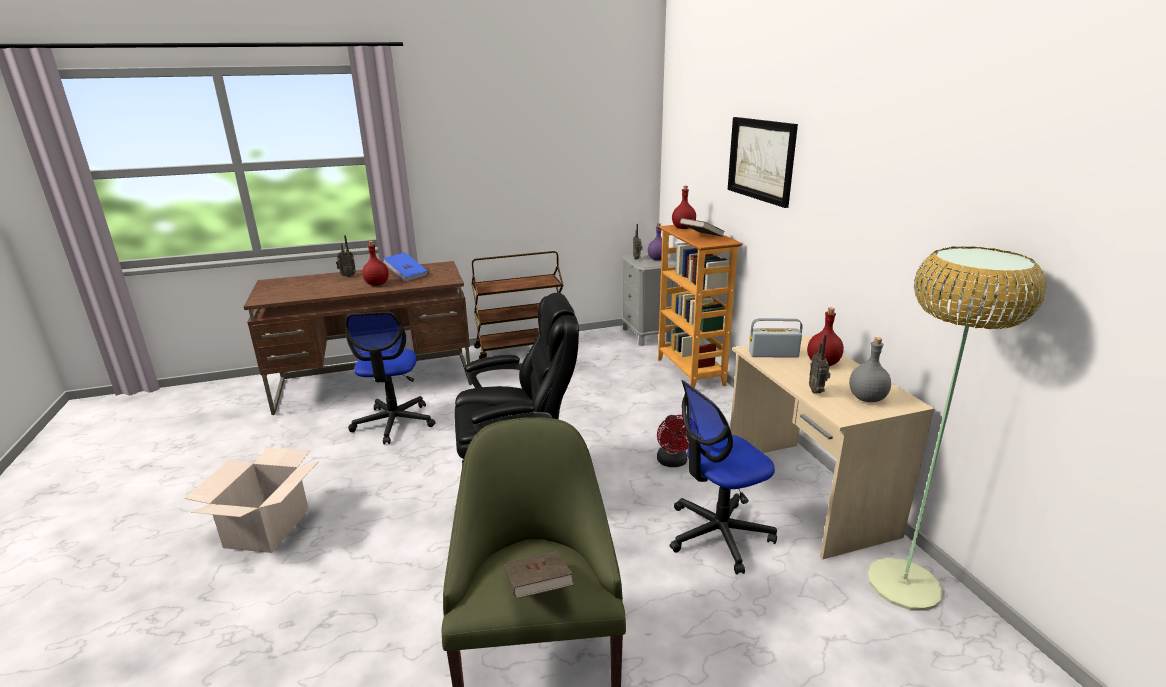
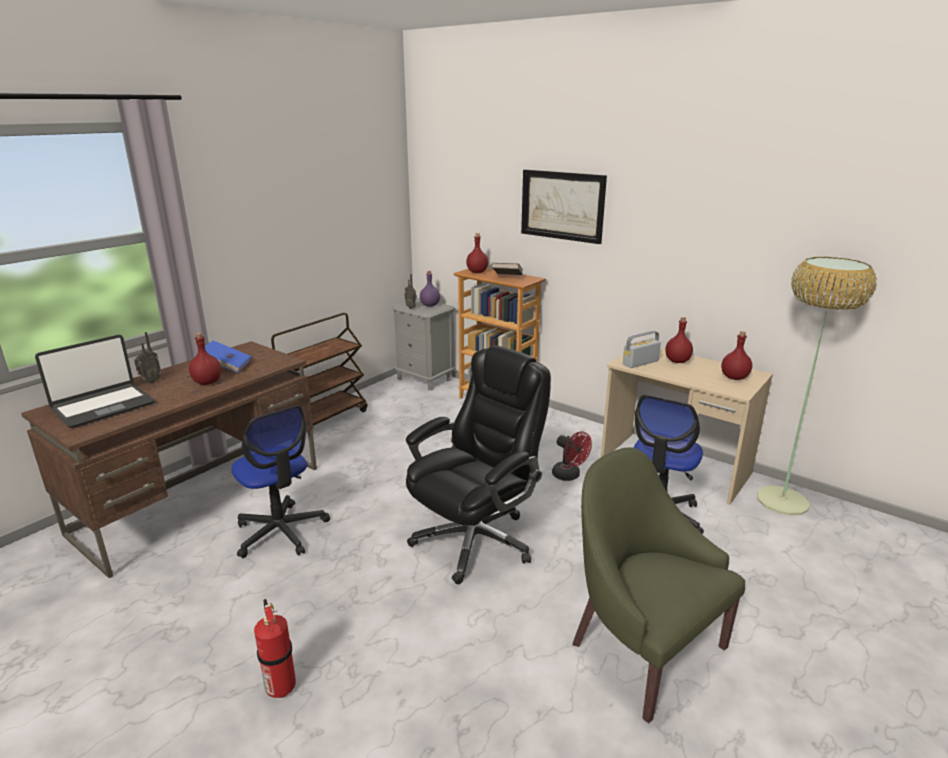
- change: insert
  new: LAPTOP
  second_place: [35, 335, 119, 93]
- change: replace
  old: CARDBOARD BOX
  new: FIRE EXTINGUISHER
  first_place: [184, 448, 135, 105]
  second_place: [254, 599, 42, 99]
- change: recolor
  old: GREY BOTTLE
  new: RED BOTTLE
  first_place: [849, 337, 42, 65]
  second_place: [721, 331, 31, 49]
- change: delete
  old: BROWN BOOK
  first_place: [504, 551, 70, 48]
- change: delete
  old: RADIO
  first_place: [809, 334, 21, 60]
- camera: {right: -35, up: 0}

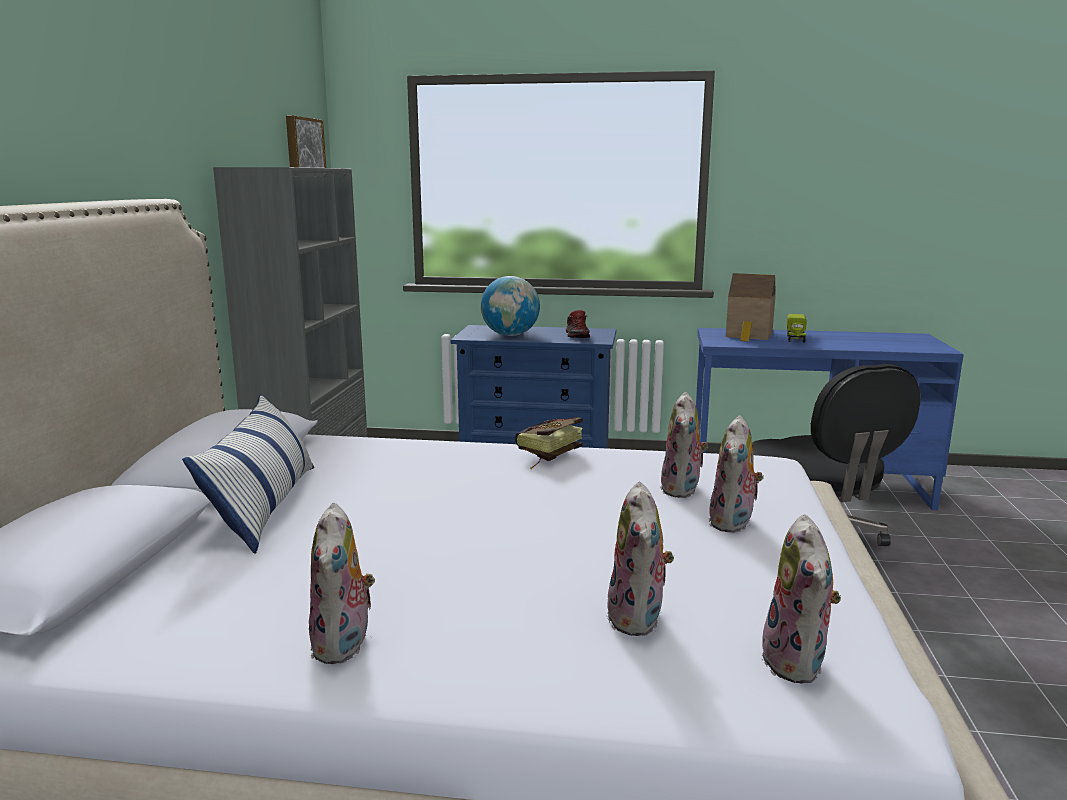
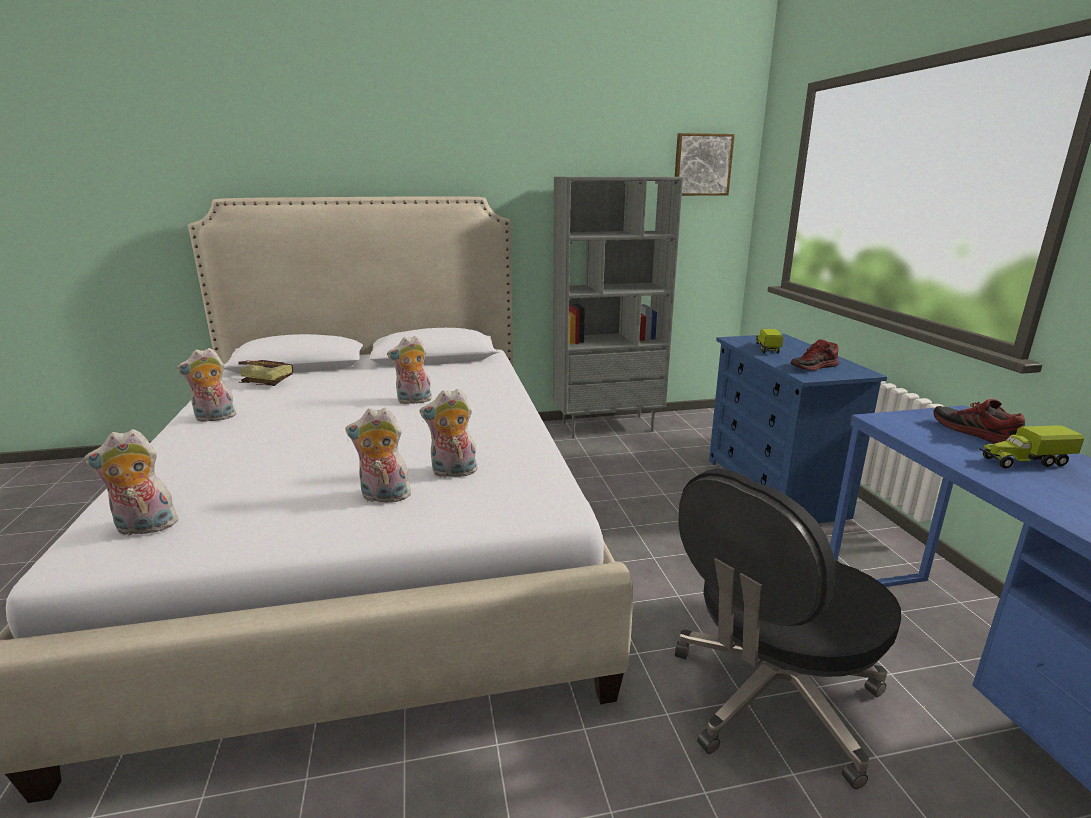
- change: move
  old: BOOK
  first_place: [515, 417, 68, 52]
  second_place: [238, 360, 55, 26]
- change: move
  old: PLUSH TOY
  first_place: [606, 482, 68, 154]
  second_place: [387, 335, 45, 69]
- change: replace
  old: GLOBE
  new: TOY TRUCK
  first_place: [481, 276, 59, 60]
  second_place: [756, 329, 27, 25]
- change: replace
  old: TOY HOUSE
  new: SHOE
  first_place: [726, 273, 50, 69]
  second_place: [933, 399, 92, 45]
- change: delete
  old: PILLOW
  first_place: [182, 394, 132, 160]
- camera: {right: 70, up: 5}

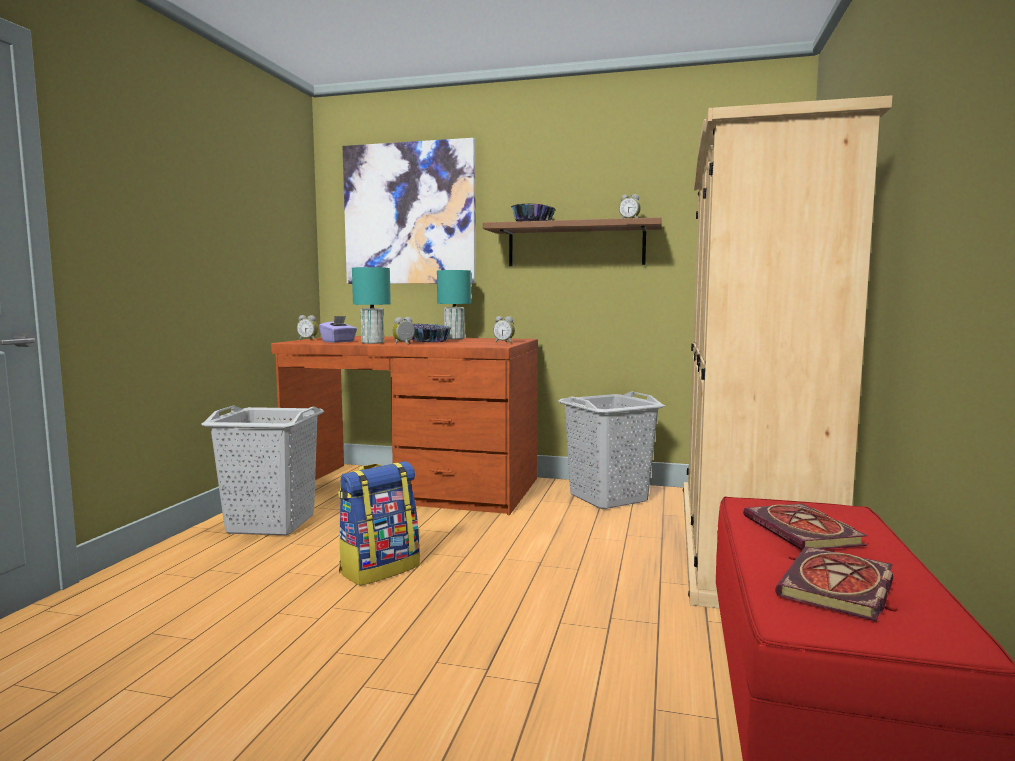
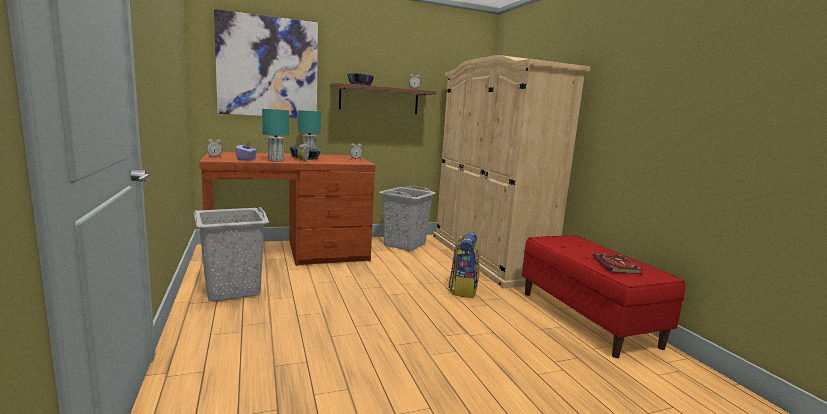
- change: move
  old: BACKPACK
  first_place: [338, 461, 82, 125]
  second_place: [448, 231, 32, 67]
- change: delete
  old: BOOK
  first_place: [743, 504, 124, 46]
- camera: {right: -35, up: 5}

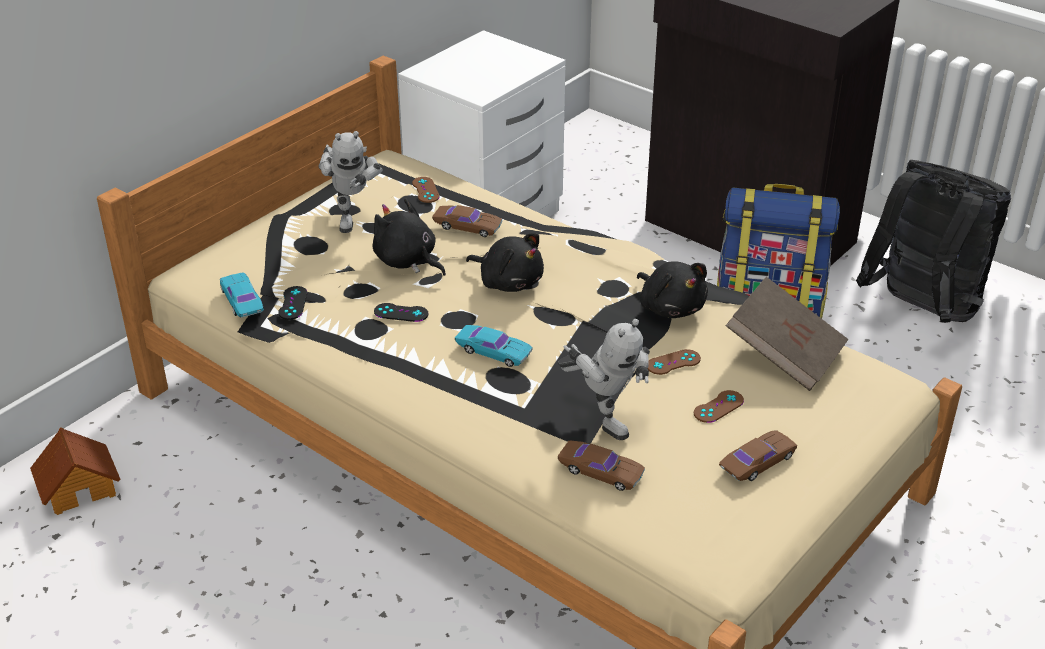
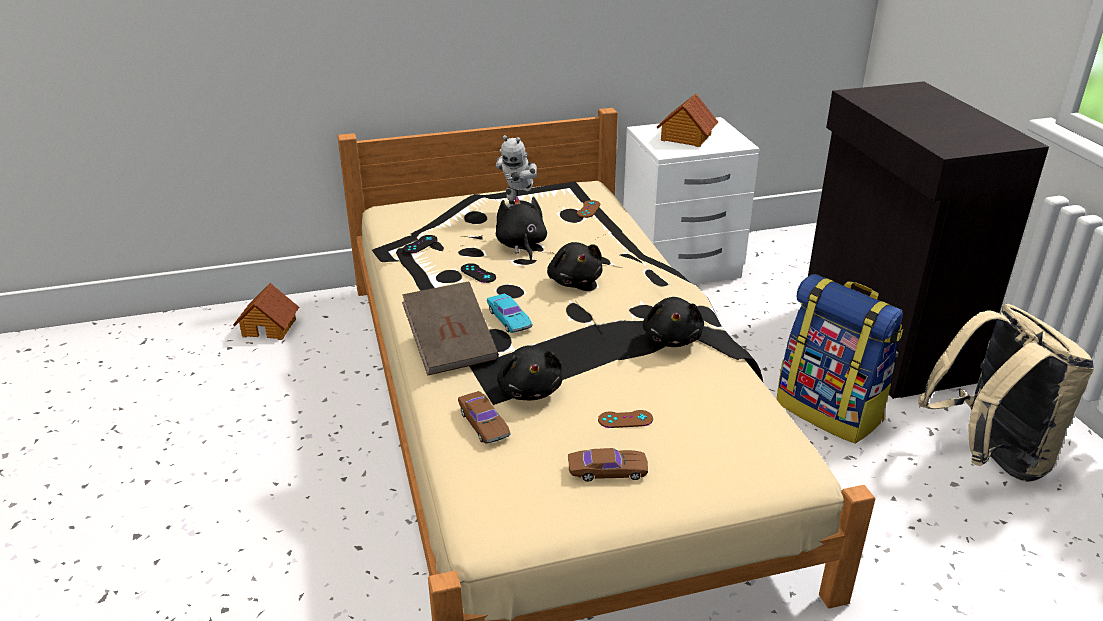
- change: move
  old: BROWN BOOK
  first_place: [725, 277, 123, 114]
  second_place: [402, 281, 97, 94]
- change: replace
  old: TOY ROBOT
  new: BLACK PLUSH TOY
  first_place: [558, 319, 92, 121]
  second_place: [497, 345, 65, 55]
- change: insert
  new: TOY HOUSE
  second_place: [657, 93, 61, 54]
- change: recolor
  old: BLACK BACKPACK
  new: BEIGE BACKPACK
  first_place: [856, 160, 155, 163]
  second_place: [919, 304, 175, 178]
- change: delete
  old: TURQUOISE TOY CAR
  first_place: [220, 272, 44, 46]
- change: delete
  old: BROWN TOY CAR
  first_place: [432, 205, 70, 32]
- change: delete
  old: BROWN GAME CONTROLLER
  first_place: [647, 349, 54, 26]
- camera: {right: 35, up: -5}

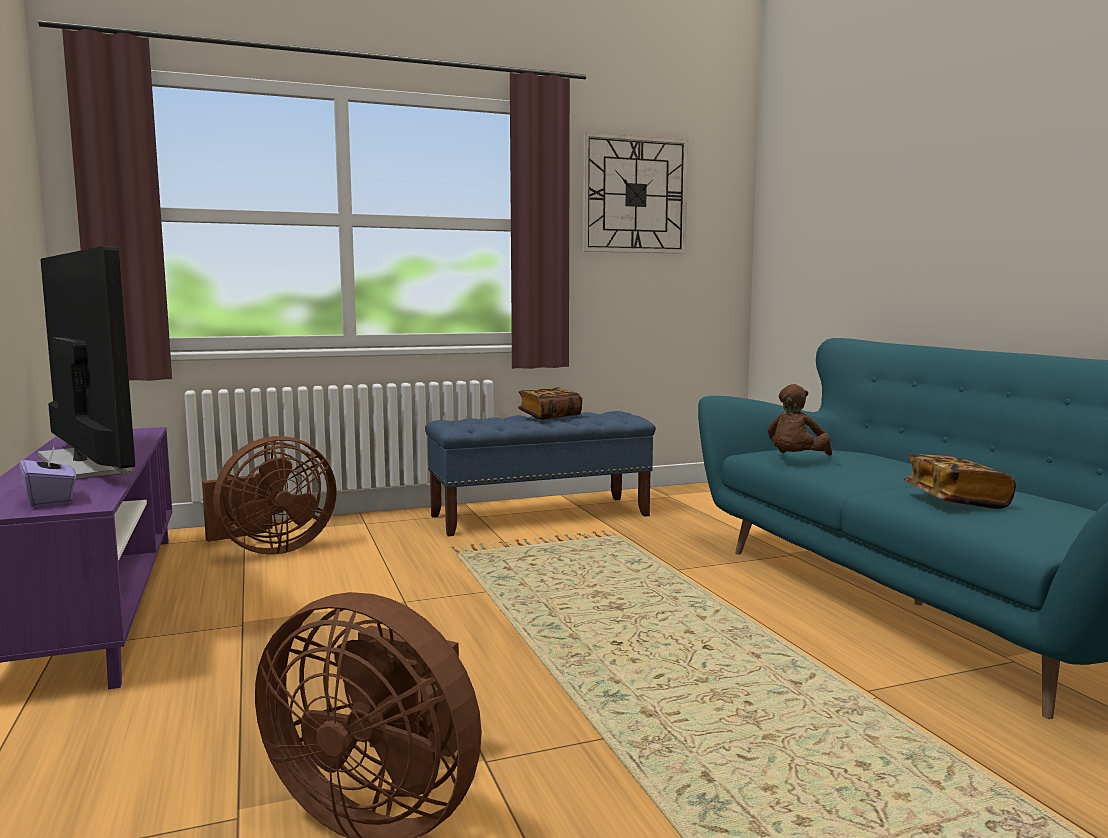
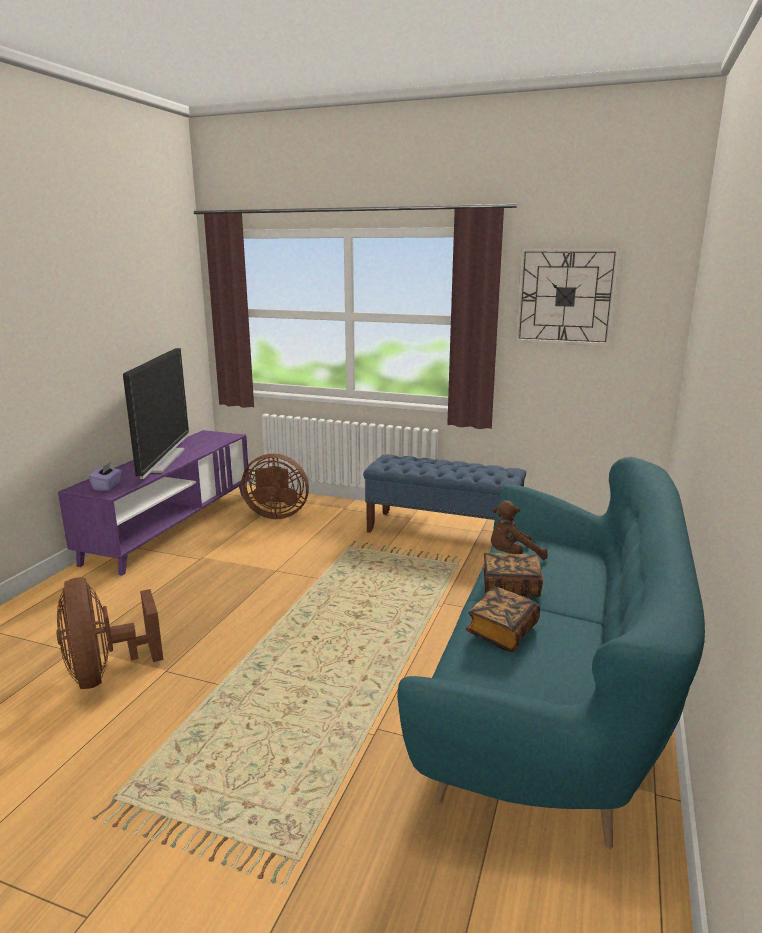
- change: move
  old: BOOK
  first_place: [518, 387, 64, 33]
  second_place: [484, 553, 59, 44]
- camera: {right: 40, up: 10}

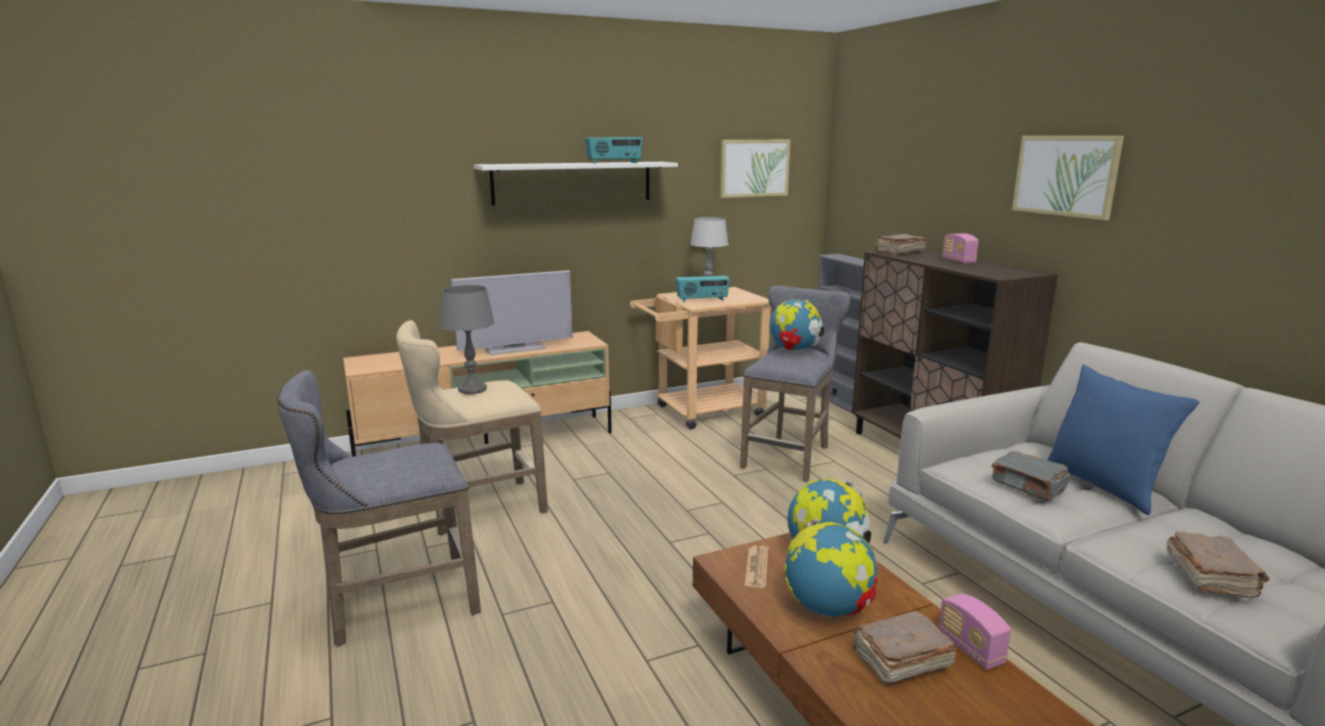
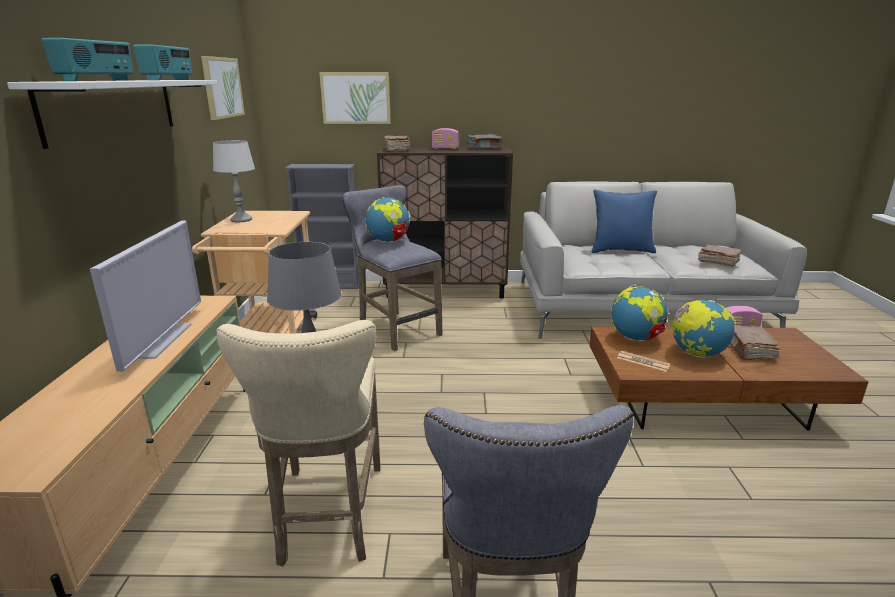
- change: move
  old: RADIO
  first_place: [676, 276, 54, 26]
  second_place: [41, 38, 92, 43]
- change: move
  old: PICTURE
  first_place: [1012, 136, 112, 84]
  second_place: [319, 72, 72, 52]
- change: move
  old: GREY BOOK
  first_place: [992, 451, 78, 50]
  second_place: [467, 134, 36, 15]
- camera: {right: -65, up: 5}

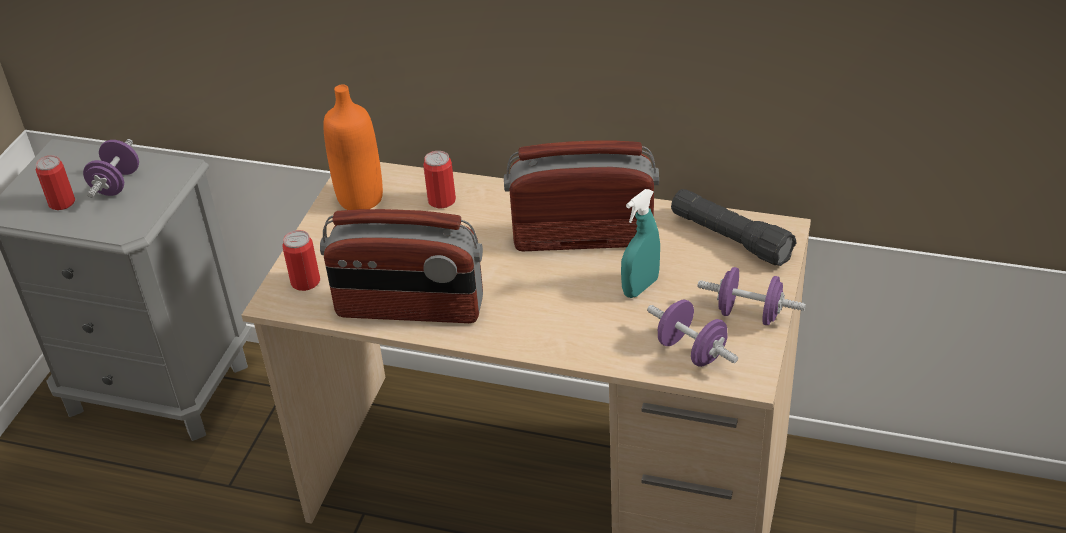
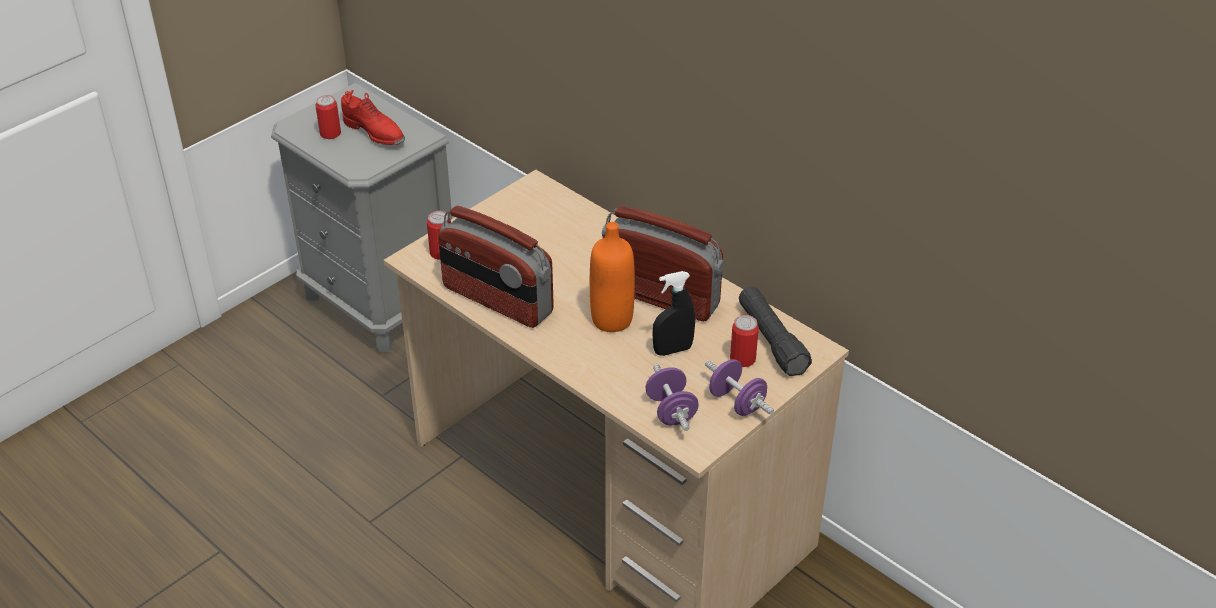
- change: replace
  old: PURPLE DUMBBELL
  new: RED SHOE
  first_place: [83, 139, 56, 59]
  second_place: [341, 90, 64, 56]
- change: move
  old: ORANGE BOTTLE
  first_place: [323, 84, 60, 126]
  second_place: [590, 222, 45, 110]
- change: recolor
  old: TURQUOISE SPRAY BOTTLE
  new: BLACK SPRAY BOTTLE
  first_place: [621, 189, 39, 109]
  second_place: [652, 271, 43, 85]
- change: move
  old: CAN
  first_place: [423, 151, 33, 57]
  second_place: [730, 315, 29, 52]
- camera: {right: 25, up: 0}

